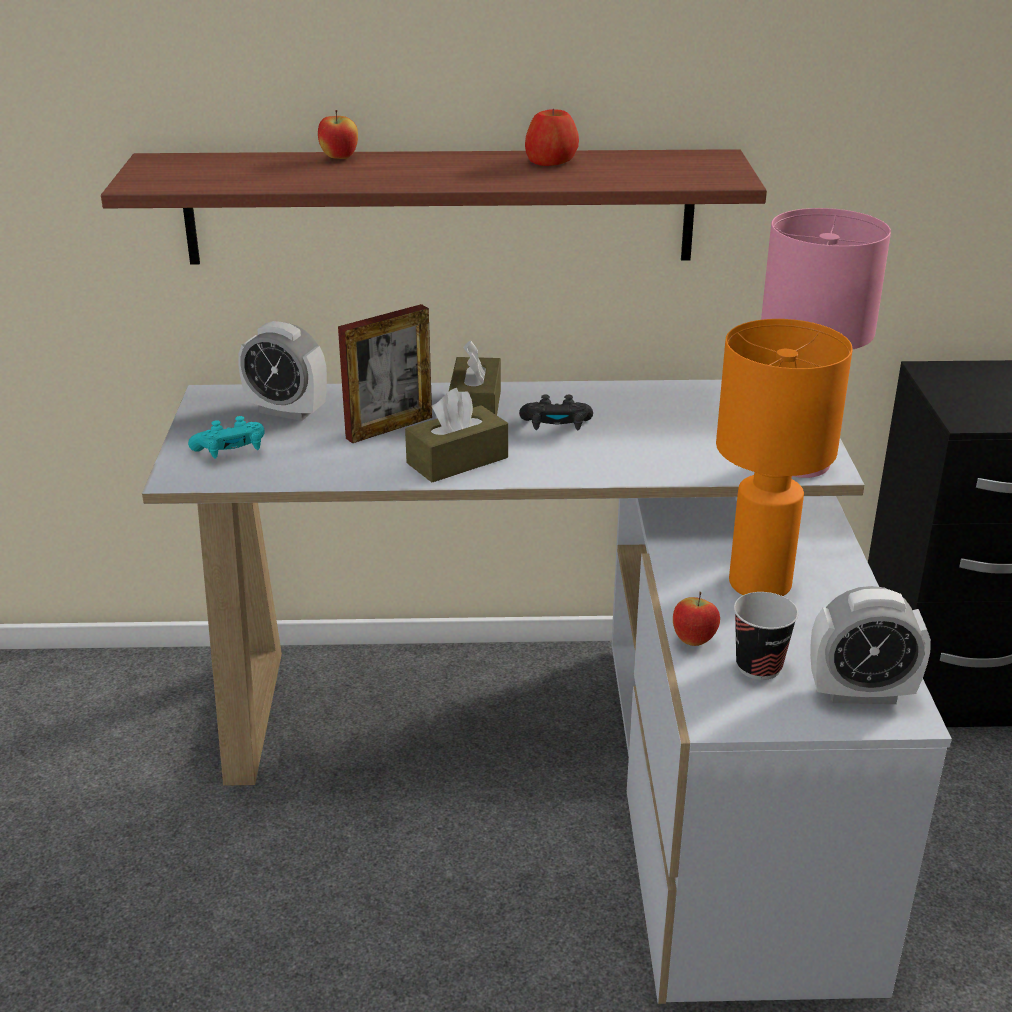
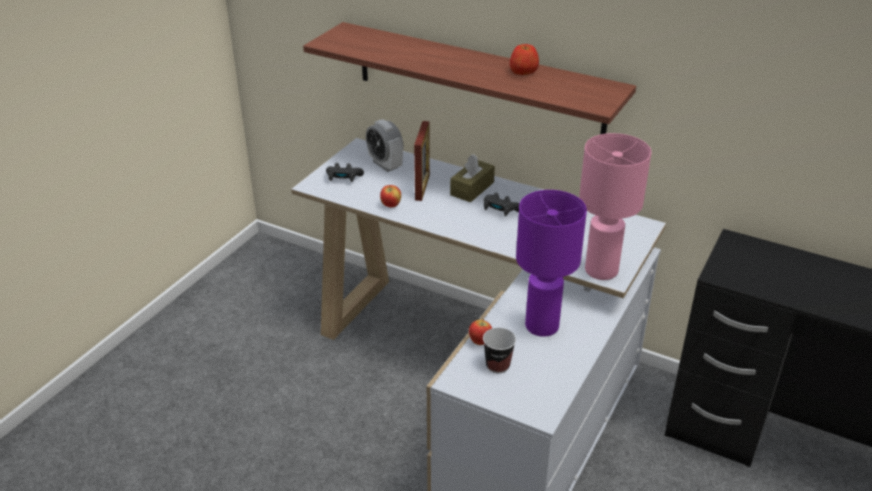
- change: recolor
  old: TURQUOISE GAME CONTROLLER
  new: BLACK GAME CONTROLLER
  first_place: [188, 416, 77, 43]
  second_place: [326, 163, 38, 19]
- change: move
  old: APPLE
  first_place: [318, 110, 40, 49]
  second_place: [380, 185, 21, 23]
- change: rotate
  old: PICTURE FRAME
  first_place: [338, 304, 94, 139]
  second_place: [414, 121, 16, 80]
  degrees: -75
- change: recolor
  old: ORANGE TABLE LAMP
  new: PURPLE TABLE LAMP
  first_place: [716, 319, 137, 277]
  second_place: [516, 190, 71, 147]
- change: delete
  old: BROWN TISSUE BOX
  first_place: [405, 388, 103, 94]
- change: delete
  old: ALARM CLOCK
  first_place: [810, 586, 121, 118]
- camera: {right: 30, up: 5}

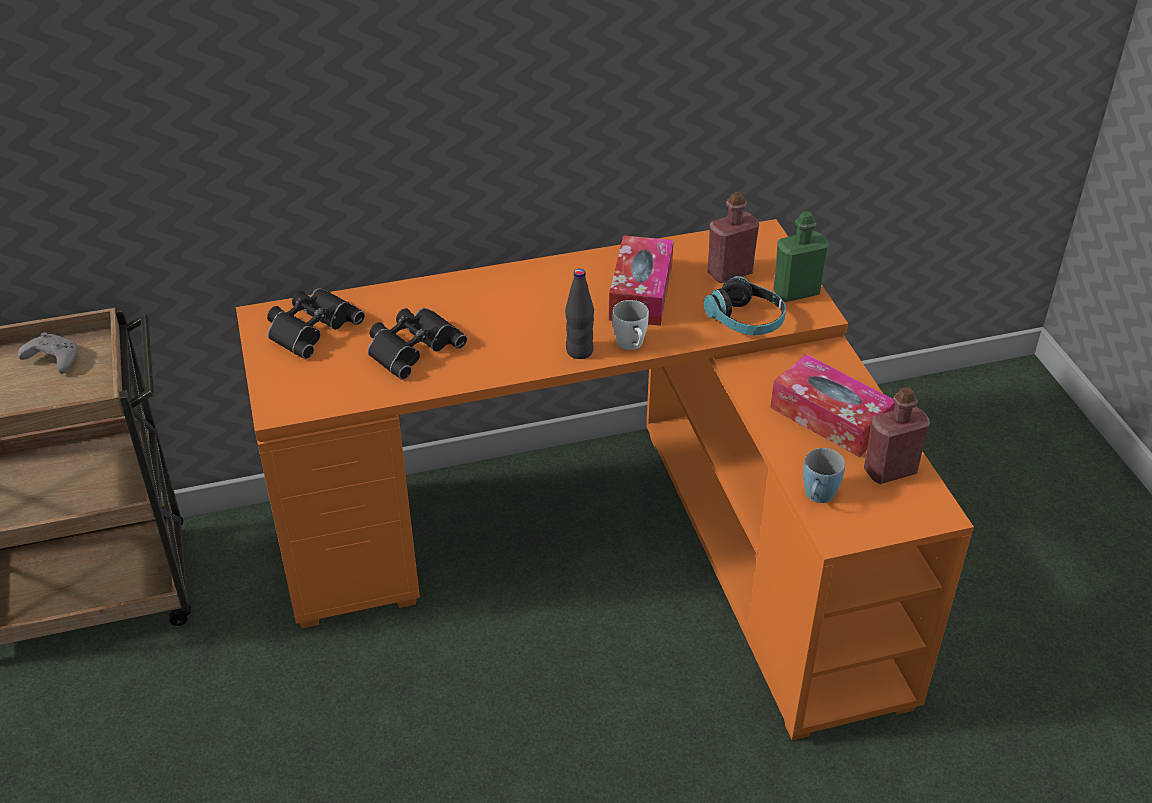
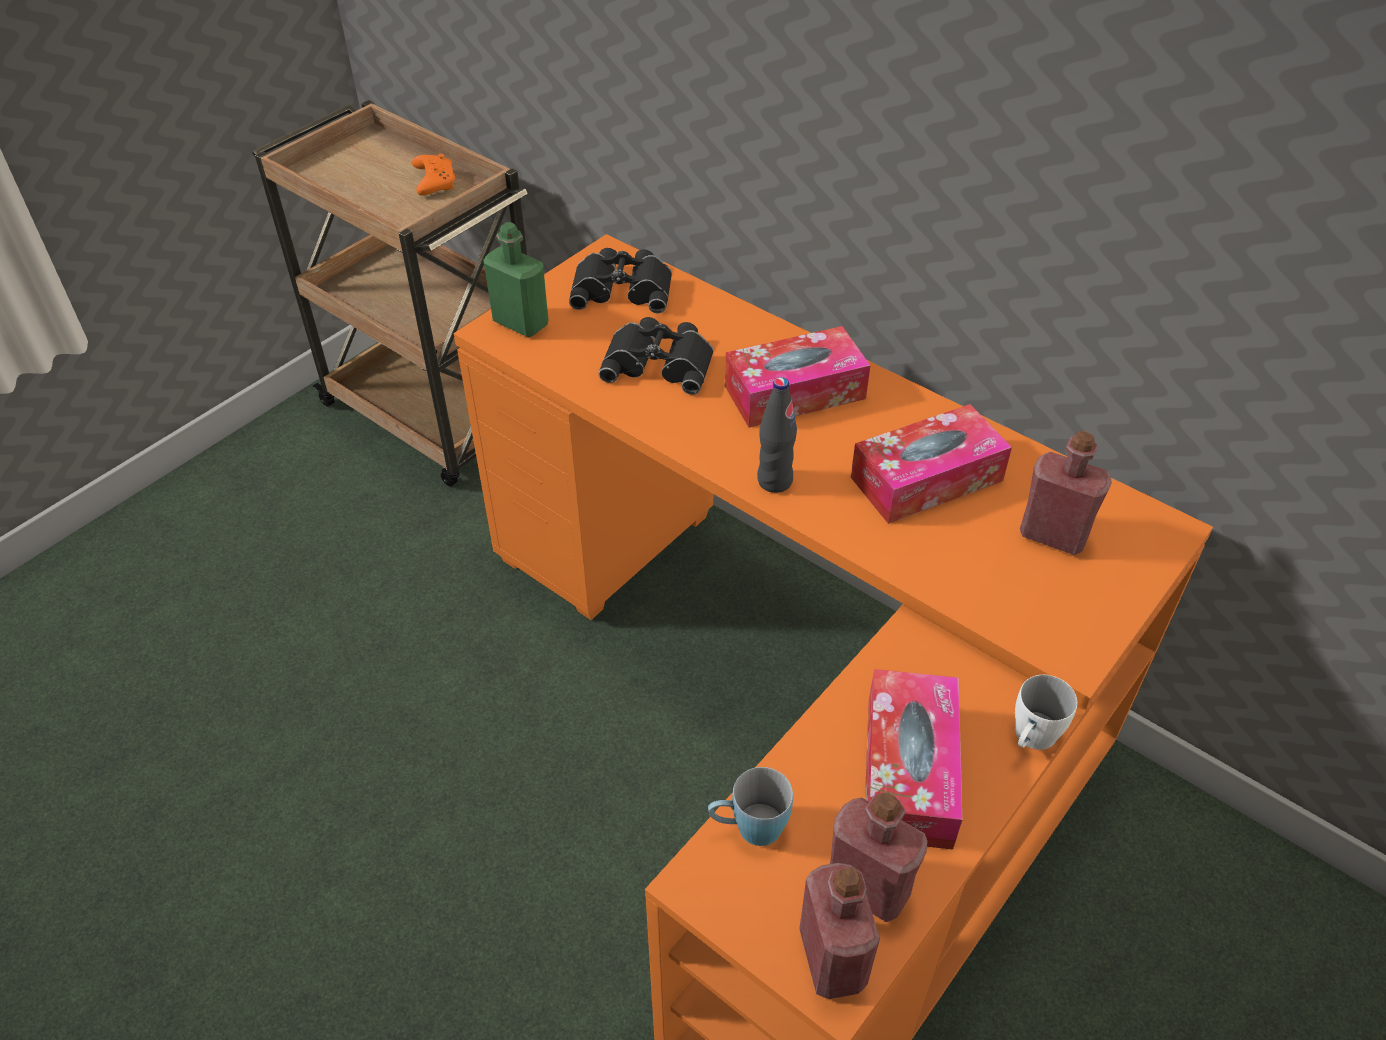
- change: recolor
  old: GREY GAME CONTROLLER
  new: ORANGE GAME CONTROLLER
  first_place: [18, 332, 60, 42]
  second_place: [412, 153, 43, 43]
- change: move
  old: GREEN BOTTLE
  first_place: [773, 211, 56, 91]
  second_place: [483, 222, 66, 115]
- change: insert
  new: TISSUE BOX
  second_place: [725, 326, 146, 101]
- change: insert
  new: RED BOTTLE
  second_place: [799, 863, 81, 136]
- change: move
  old: WHITE MUG
  first_place: [612, 300, 37, 50]
  second_place: [1015, 675, 62, 75]
- change: delete
  old: HEADPHONES
  first_place: [704, 276, 82, 59]
- camera: {right: 55, up: 5}

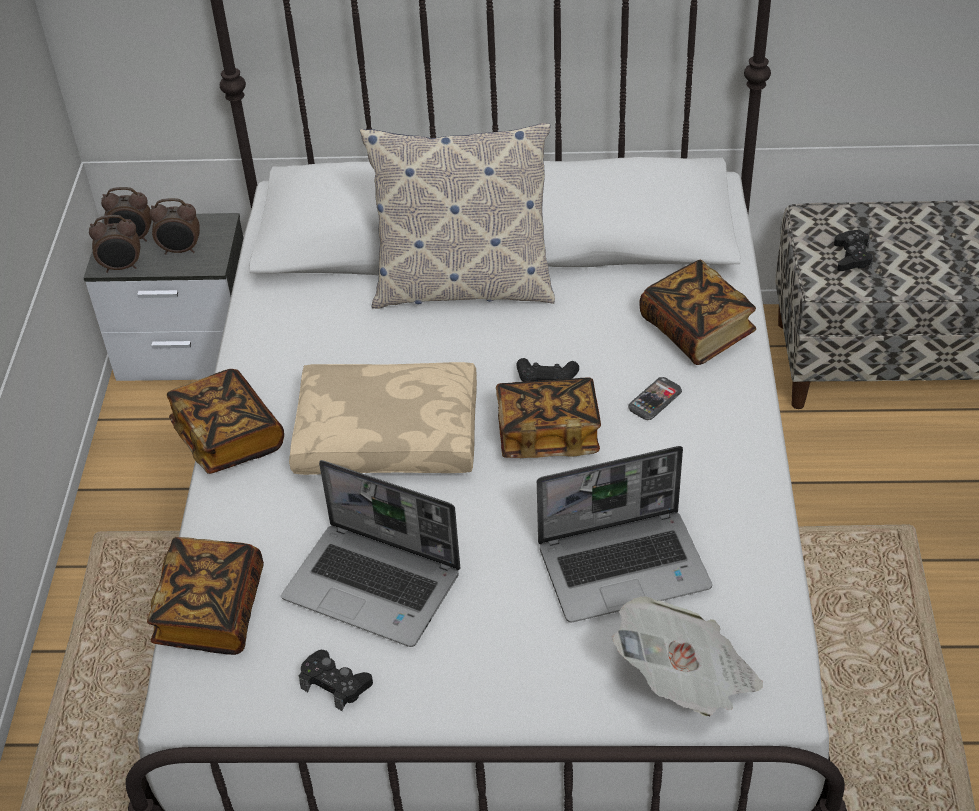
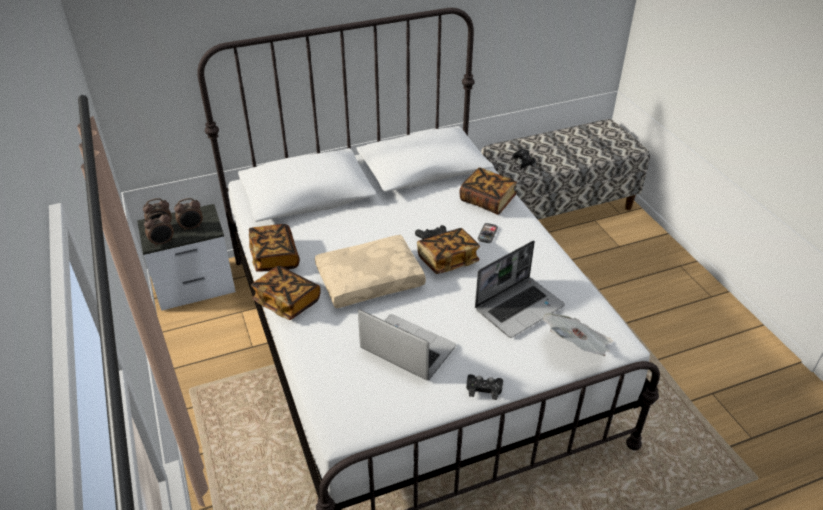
- change: move
  old: BOOK
  first_place: [147, 537, 117, 118]
  second_place: [249, 224, 51, 48]
- change: rotate
  old: LAPTOP
  first_place: [281, 460, 179, 187]
  second_place: [358, 309, 98, 71]
  degrees: -150
- change: move
  old: BLACK GAME CONTROLLER
  first_place: [299, 650, 74, 61]
  second_place: [466, 374, 37, 26]
- change: delete
  old: PILLOW
  first_place: [360, 123, 195, 186]
- camera: {right: -25, up: -5}

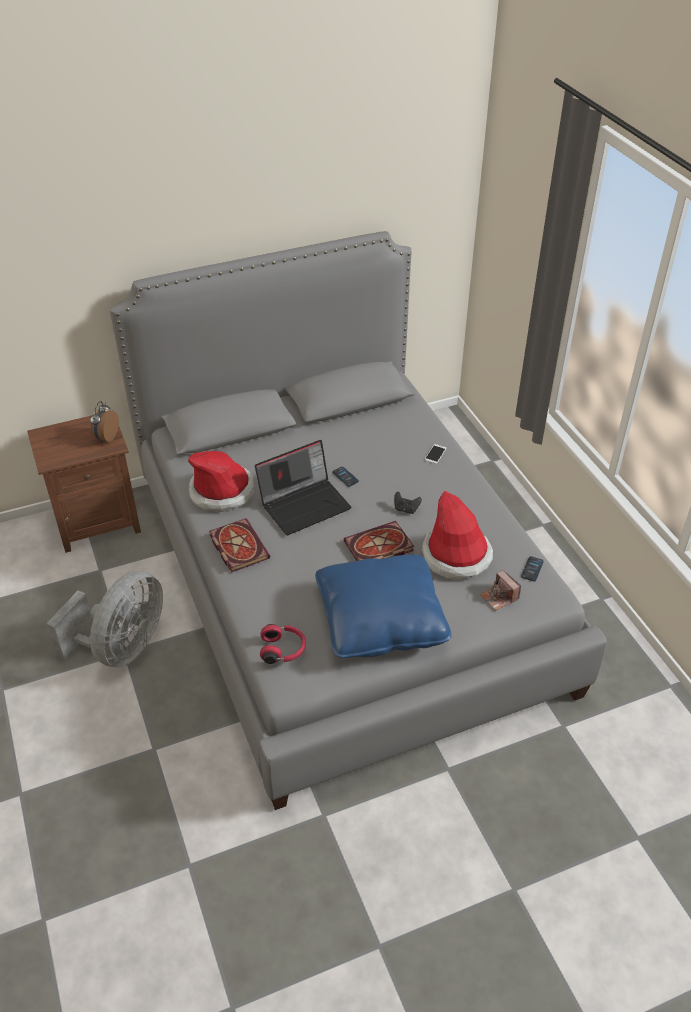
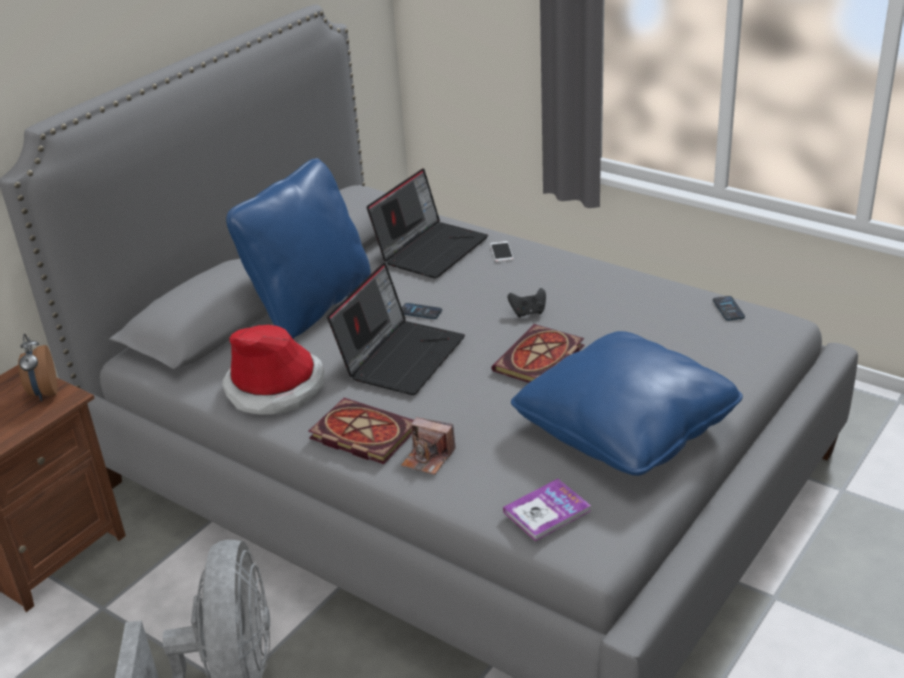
- change: insert
  new: BLUE PILLOW
  second_place: [226, 158, 145, 181]
- change: insert
  new: LAPTOP
  second_place: [367, 168, 121, 110]
- change: move
  old: PHOTO CAMERA
  first_place: [480, 570, 41, 41]
  second_place: [401, 418, 55, 57]
- change: replace
  old: RED HEADPHONES
  new: BOOK
  first_place: [260, 624, 46, 40]
  second_place: [503, 479, 88, 62]
- change: delete
  old: HAT
  first_place: [422, 491, 71, 89]
- camera: {right: -30, up: -10}

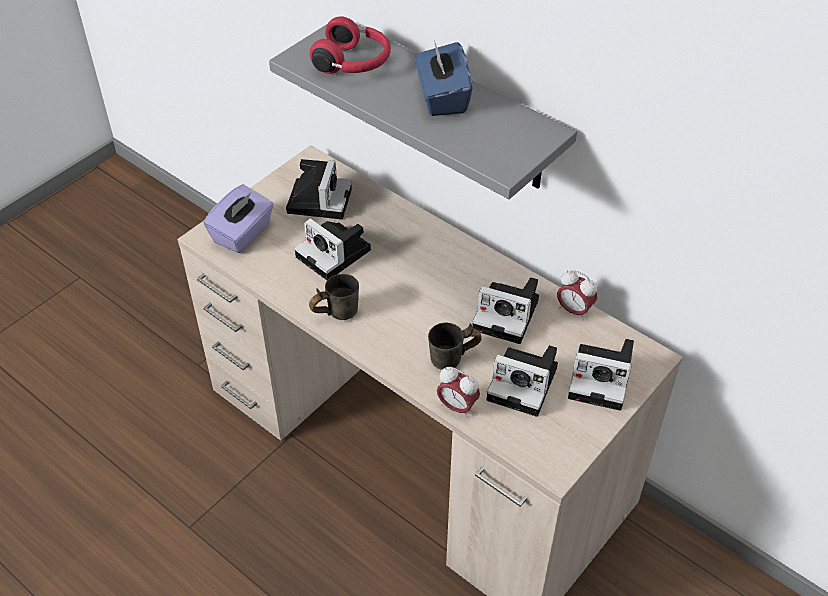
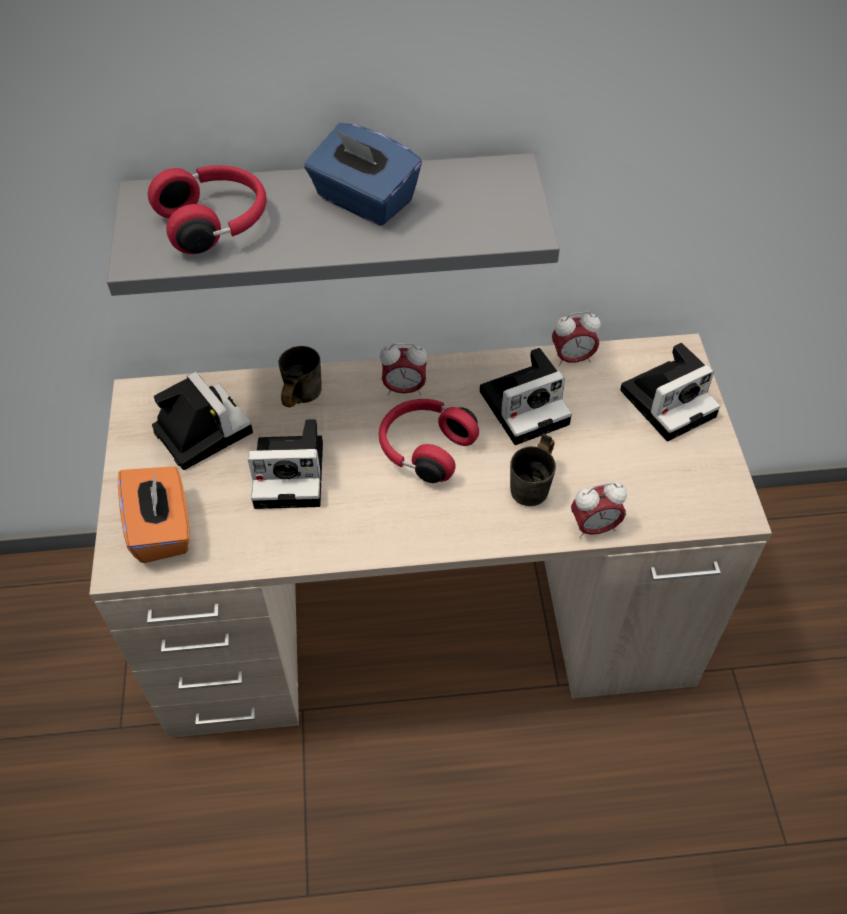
- change: recolor
  old: PURPLE TISSUE BOX
  new: ORANGE TISSUE BOX
  first_place: [204, 184, 70, 69]
  second_place: [118, 466, 72, 97]
- change: move
  old: GREY MUG
  first_place: [309, 274, 50, 46]
  second_place: [278, 346, 44, 62]
- change: insert
  new: RED HEADPHONES
  second_place: [379, 399, 100, 84]
- change: insert
  new: ALARM CLOCK
  second_place: [380, 343, 47, 52]
- change: delete
  old: PHOTO CAMERA
  first_place: [487, 345, 71, 72]
- camera: {right: -45, up: 5}

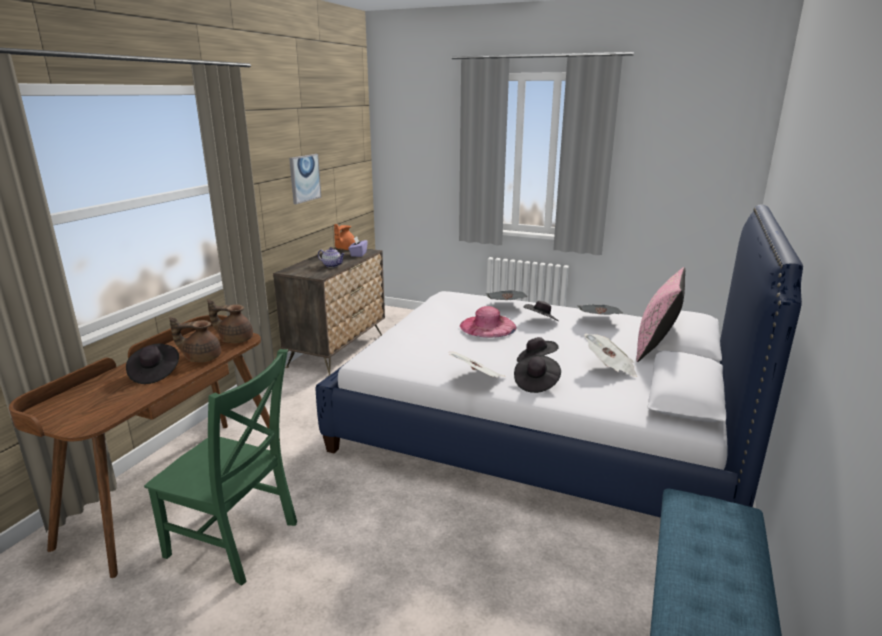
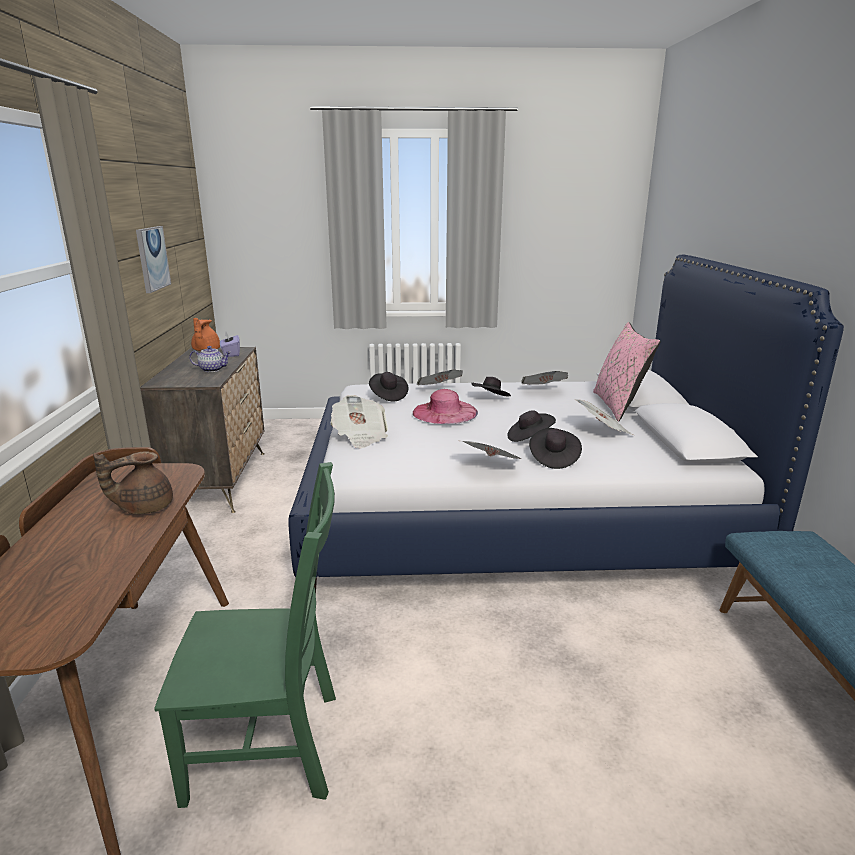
- change: insert
  new: NEWSPAPER
  second_place: [331, 395, 57, 53]
- change: move
  old: BLACK HAT
  first_place: [126, 344, 53, 40]
  second_place: [369, 372, 39, 30]
- change: delete
  old: BROWN TEAPOT
  first_place: [207, 299, 46, 44]
- camera: {right: -25, up: 0}

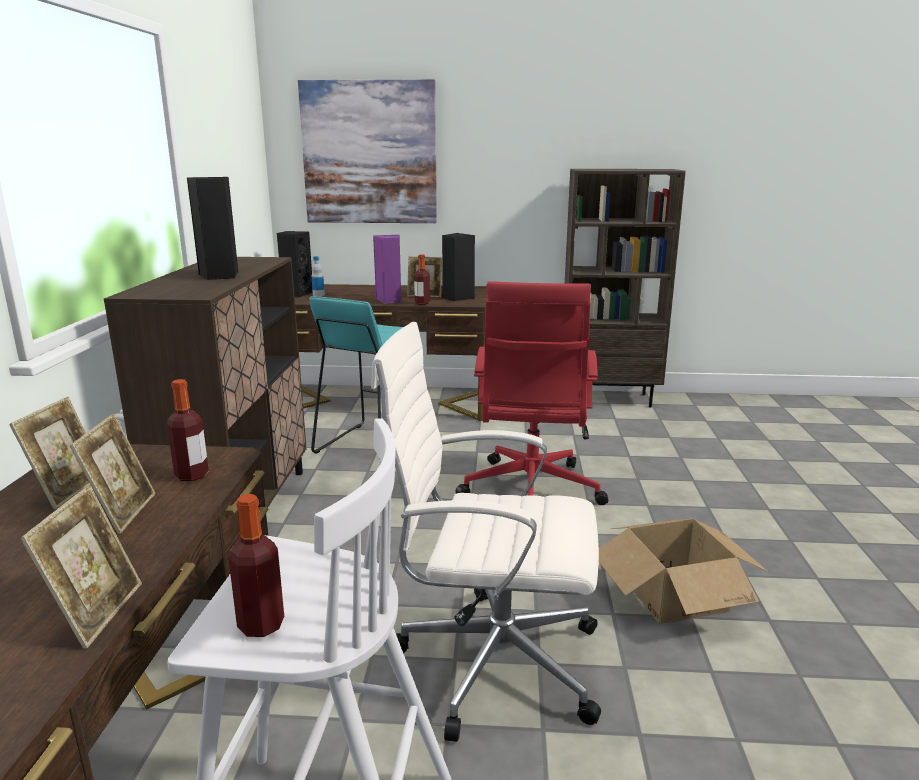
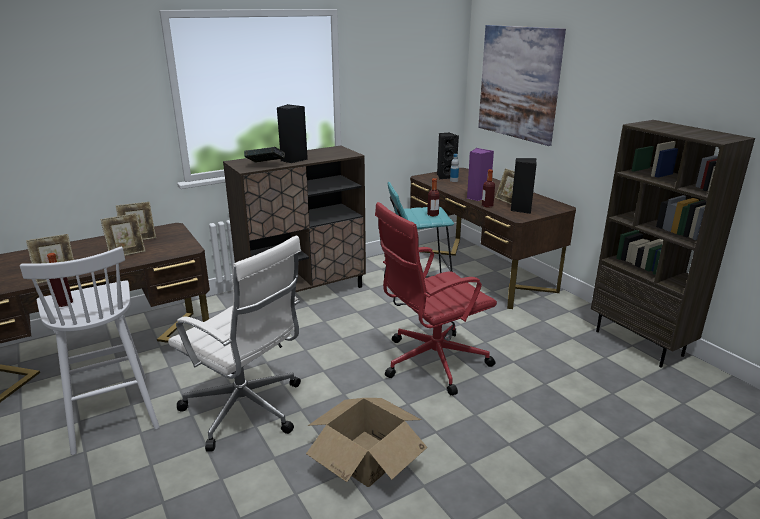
- change: rotate
  old: WHITE OFFICE CHAIR
  first_place: [371, 322, 230, 420]
  second_place: [168, 235, 133, 216]
  degrees: 150
- change: insert
  new: BOOK
  second_place: [244, 147, 41, 16]
- change: move
  old: BOTTLE
  first_place: [167, 379, 42, 102]
  second_place: [427, 178, 13, 38]
- camera: {right: 55, up: 5}

